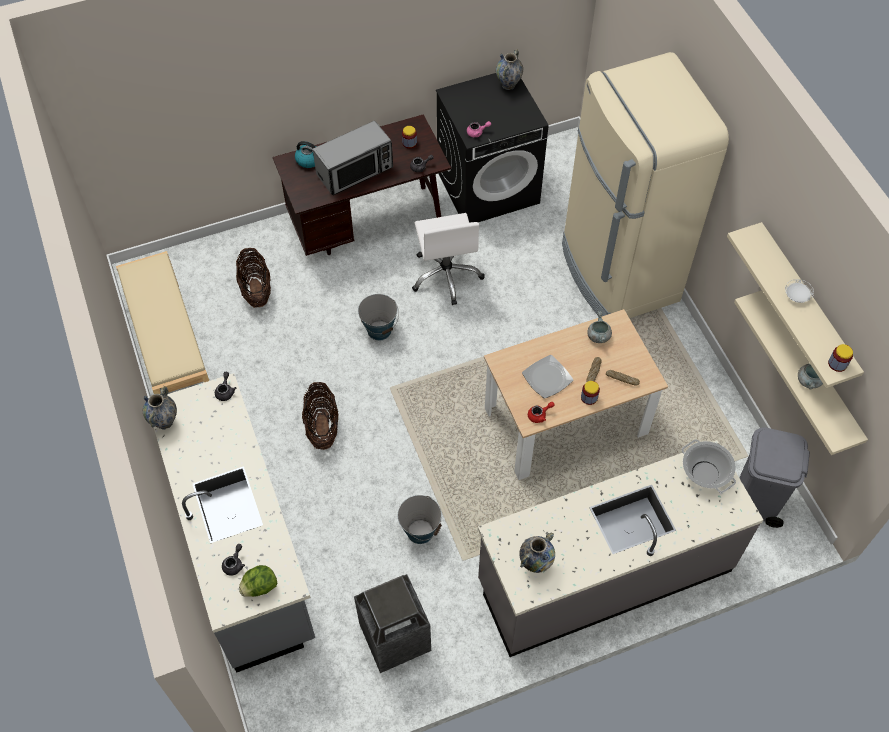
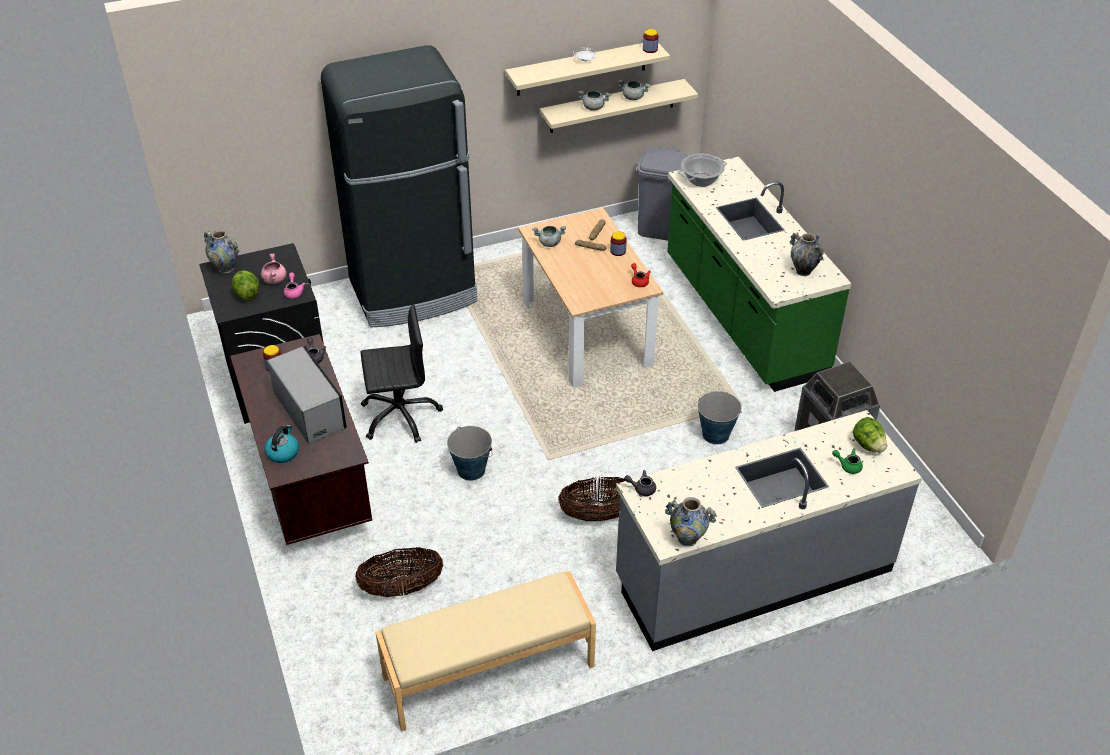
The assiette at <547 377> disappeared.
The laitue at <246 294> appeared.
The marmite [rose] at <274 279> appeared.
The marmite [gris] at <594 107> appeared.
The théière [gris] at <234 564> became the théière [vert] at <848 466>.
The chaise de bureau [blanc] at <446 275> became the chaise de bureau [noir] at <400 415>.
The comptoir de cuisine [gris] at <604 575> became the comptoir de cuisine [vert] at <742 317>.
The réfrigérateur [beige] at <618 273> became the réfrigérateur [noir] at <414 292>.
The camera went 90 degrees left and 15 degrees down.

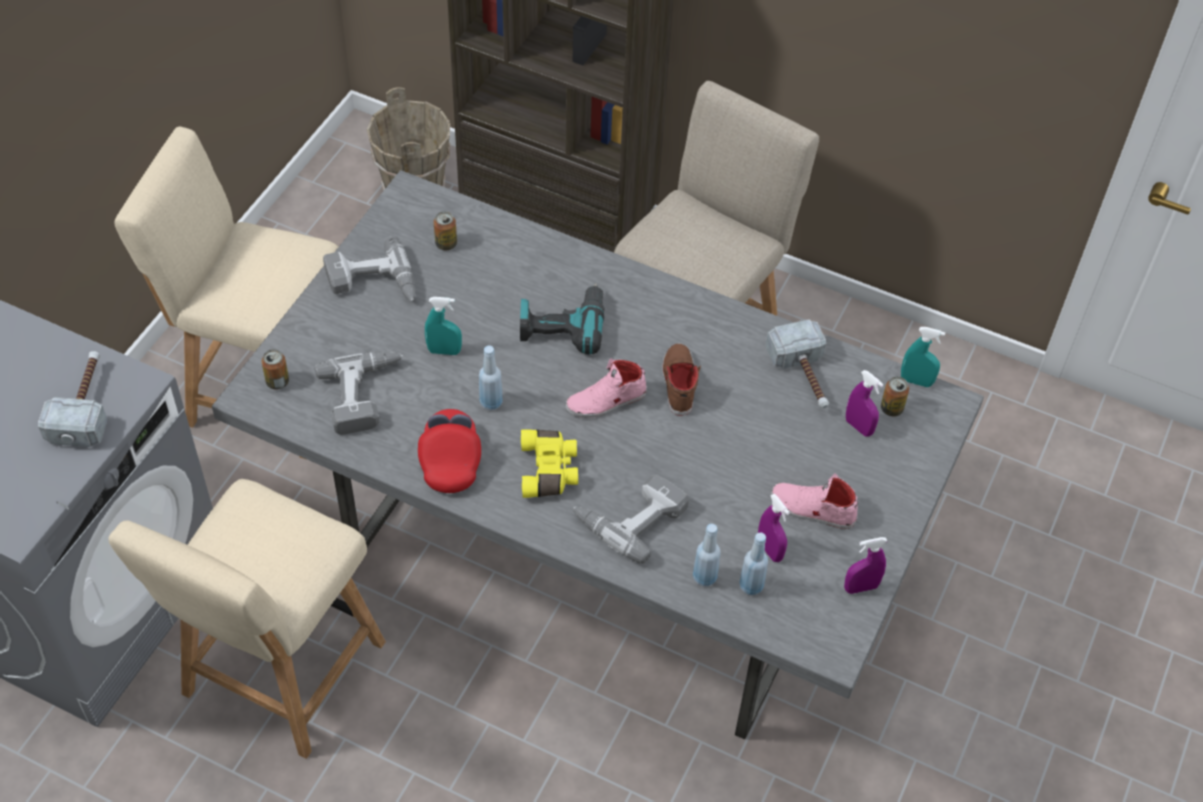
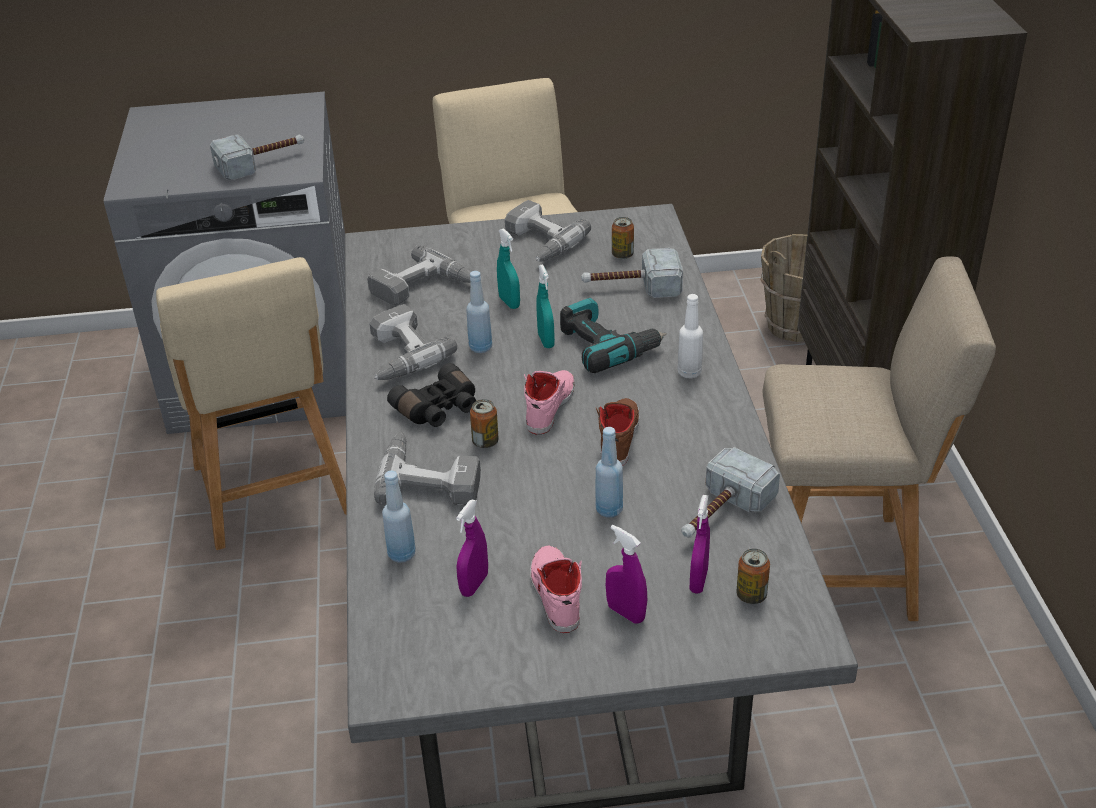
The marteau at <631 287> appeared.
The bouteille [blanc] at <689 372> appeared.
The boîte métallique moved from <277 382> to <485 442>.
The bouteille [bleu] moved from <751 585> to <609 509>.
The vaporisateur [violet] moved from <861 587> to <626 613>.
The vaporisateur [turquoise] moved from <916 381> to <546 340>.
The casquette [rouge] at <450 460> was replaced by the perceuse at <398 355>.
The jumelles [jaune] at <550 470> became the jumelles [noir] at <439 409>.
The chaise [beige] at <278 676> turned 105 degrees counterclockwise.
The chaussure [rose] at <606 401> turned 75 degrees clockwise.
The chaussure [marron] at <678 382> turned 45 degrees counterclockwise.
The camera went 60 degrees right and 15 degrees down.

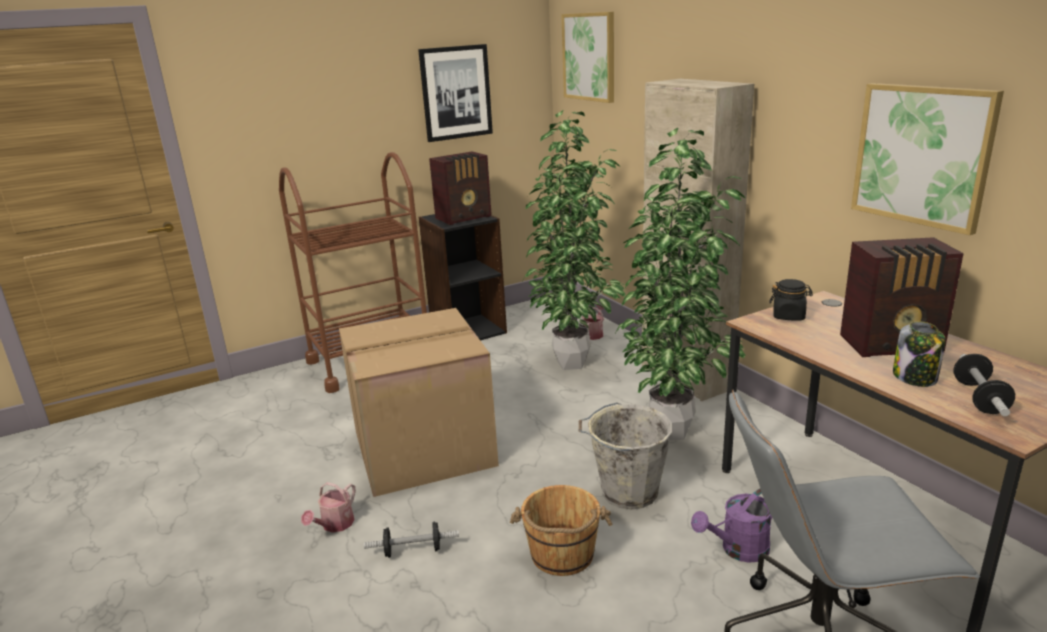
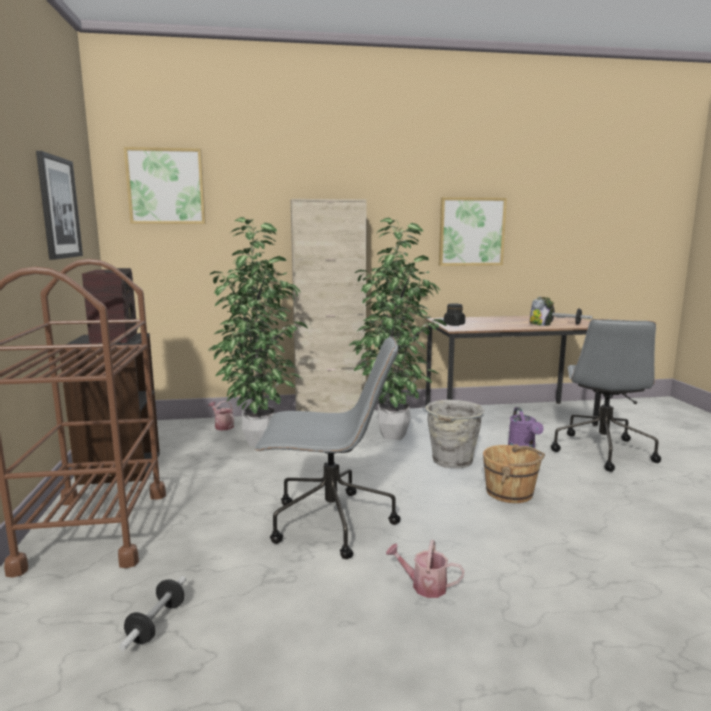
The radio at <893 345> disappeared.
The haltère moved from <413 550> to <156 623>.
The carton at <422 449> was replaced by the chaise de bureau [gris] at <329 523>.
The arrosoir at <334 525> turned 150 degrees clockwise.
The camera went 70 degrees left and 10 degrees down.

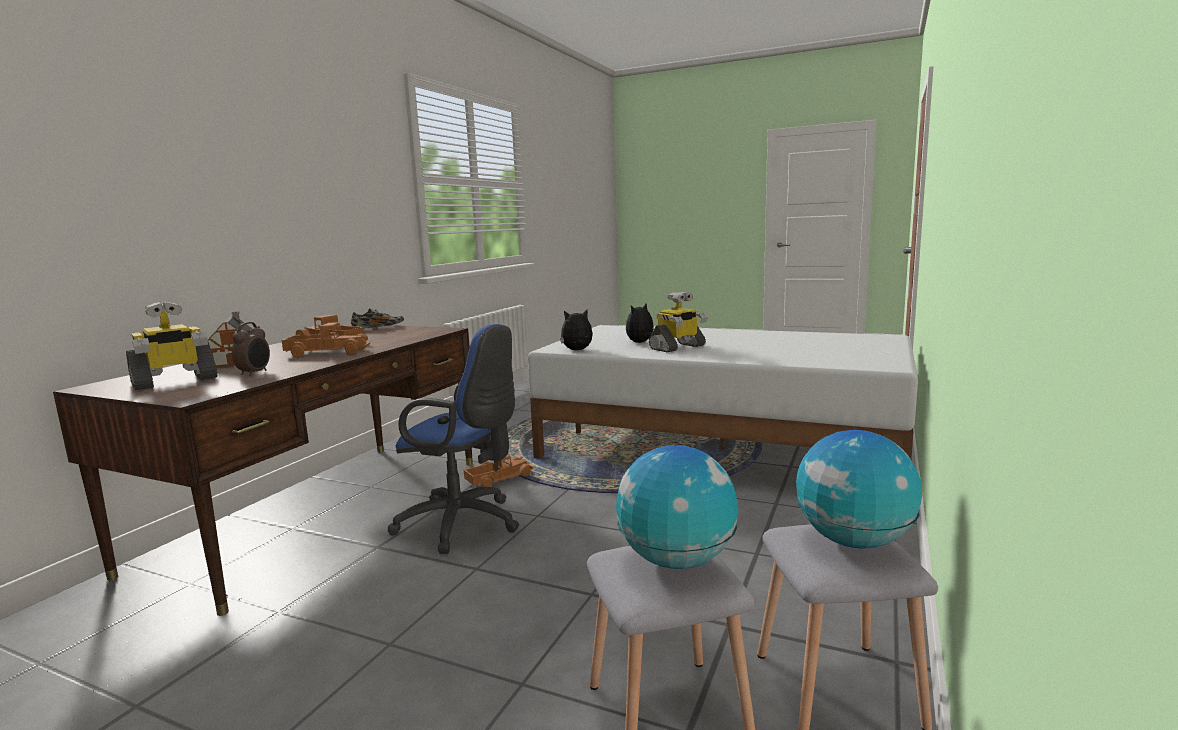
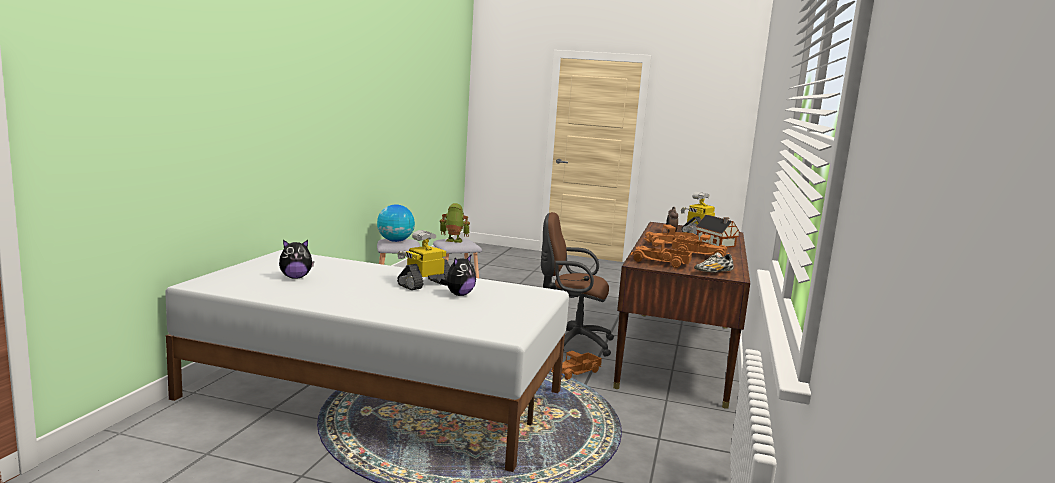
The camion jouet at <660 263> appeared.
The peluche moved from <577 350> to <295 277>.
The globe at <677 560> was replaced by the robot jouet at <453 241>.
The chaise de bureau [bleu] at <464 524> became the chaise de bureau [marron] at <571 342>.
The camera went 170 degrees right and 0 degrees up.

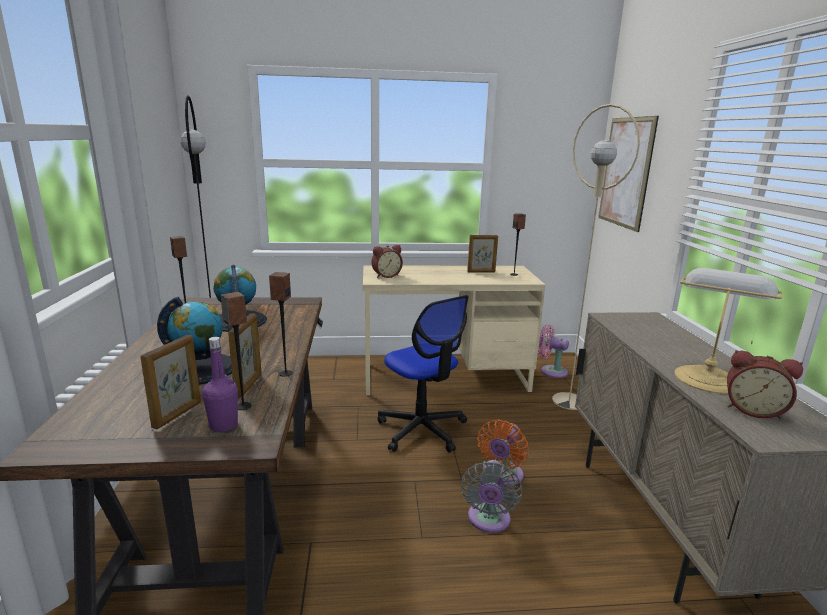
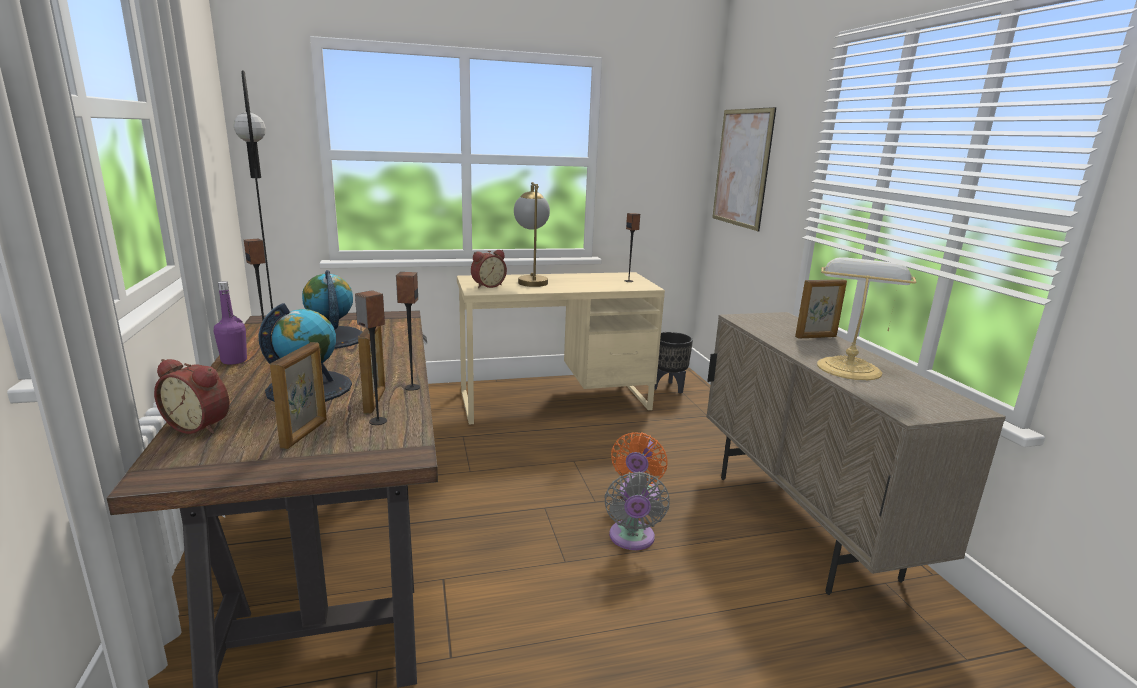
The chaise de bureau at <422 429> disappeared.
The lampadaire [beige] at <568 401> disappeared.
The lampe de table at <531 280> appeared.
The bouteille [violet] moved from <223 425> to <234 361>.
The cadre photo moved from <481 272> to <816 337>.
The réveil moved from <753 409> to <200 425>.
The ventilateur [rose] at <551 371> was replaced by the cache-pot [noir] at <668 388>.
The camera went 10 degrees left and 0 degrees up.

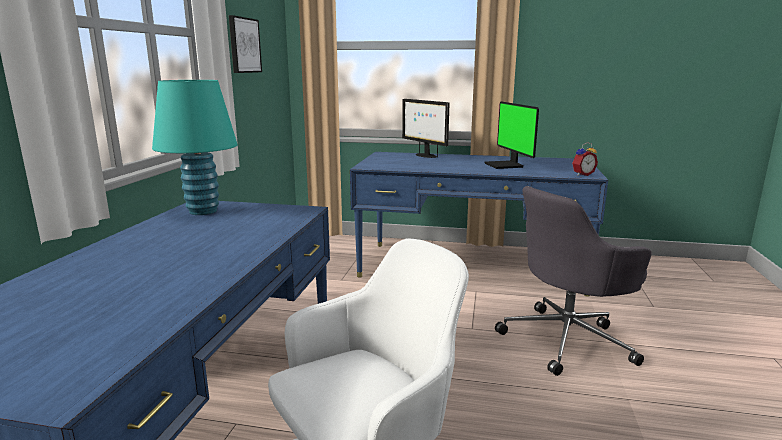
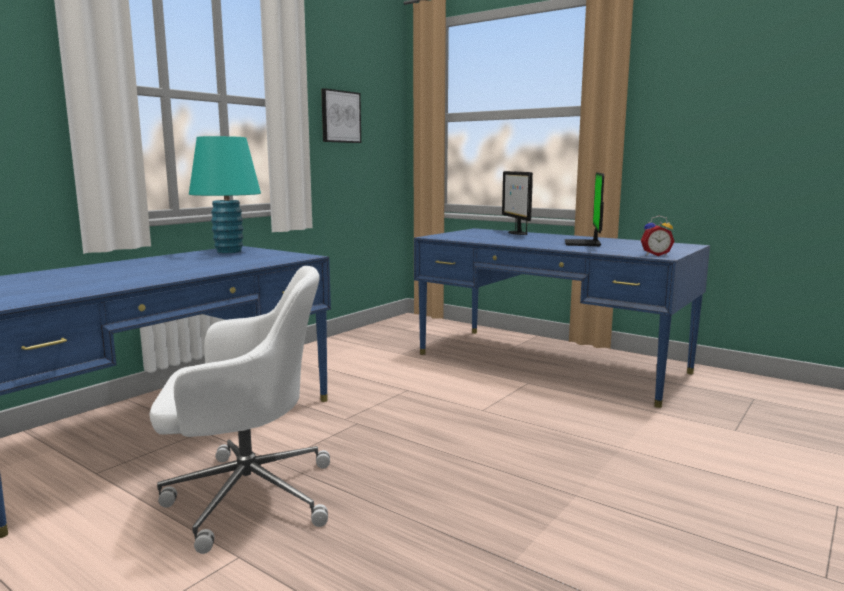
The chaise de bureau [gris] at <567 340> disappeared.
The camera went 25 degrees right and 5 degrees down.

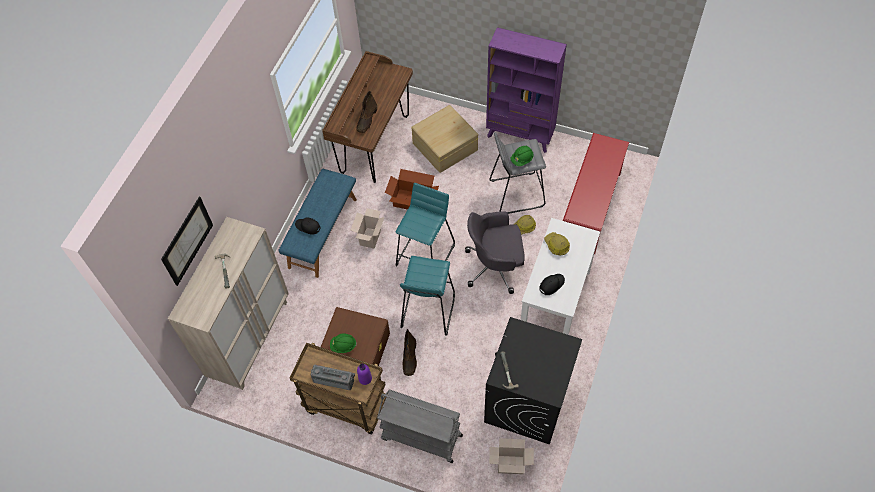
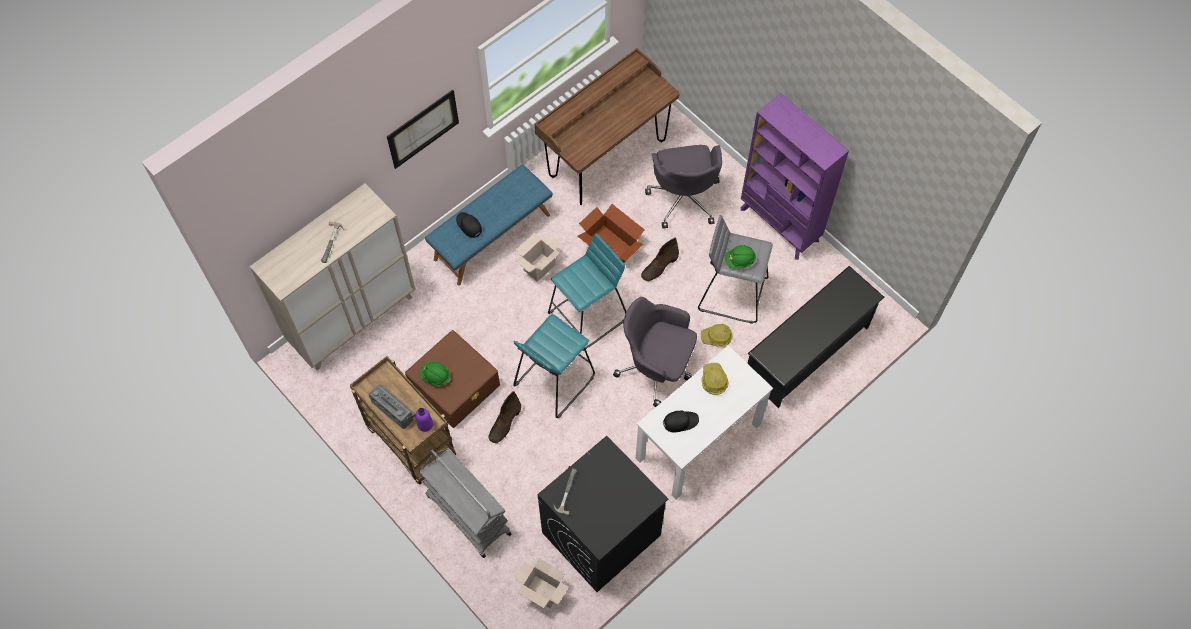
The tableau moved from <187 241> to <423 129>.
The botte [marron] moved from <367 120> to <659 266>.
The boîte de rangement [beige] at <444 146> was replaced by the chaise de bureau [gris] at <684 198>.
The étagère à chaussures [rouge] at <590 208> became the étagère à chaussures [noir] at <807 352>.
The camera went 25 degrees right and 5 degrees up.

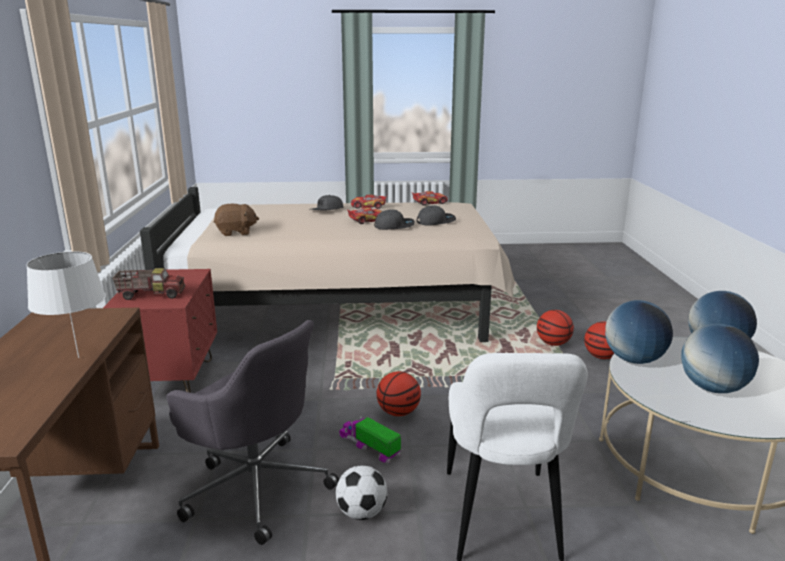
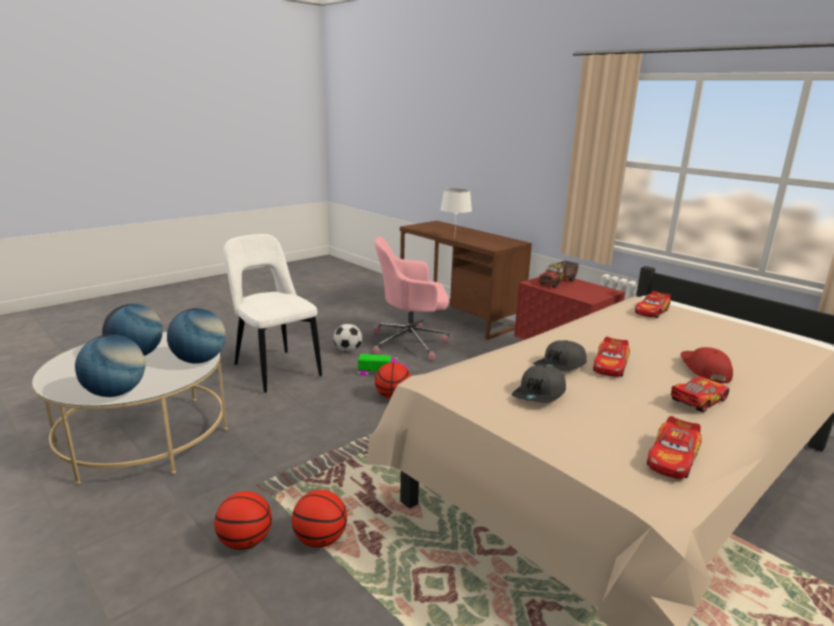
The peluche [marron] at <236 232> was replaced by the petite voiture at <652 311>.
The chaise de bureau [gris] at <256 486> became the chaise de bureau [rose] at <411 343>.
The casquette [gris] at <327 210> became the casquette [rouge] at <704 370>.
The camera went 140 degrees right and 0 degrees up.

